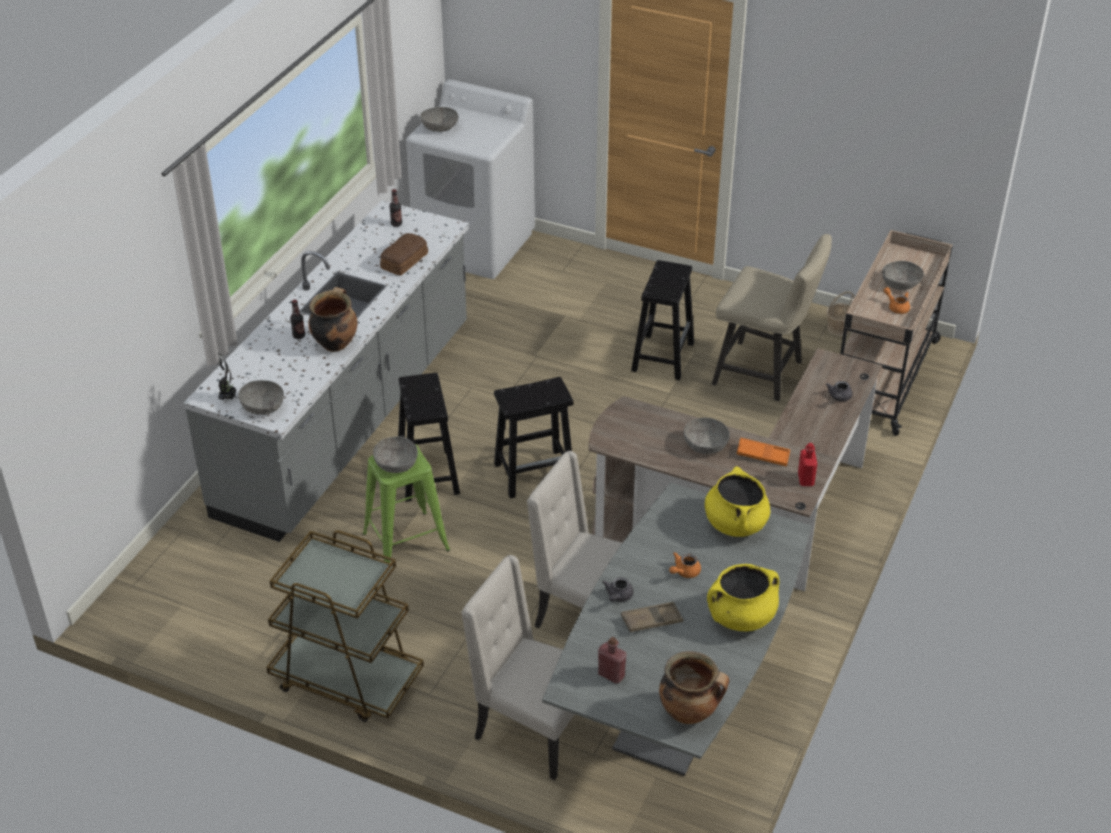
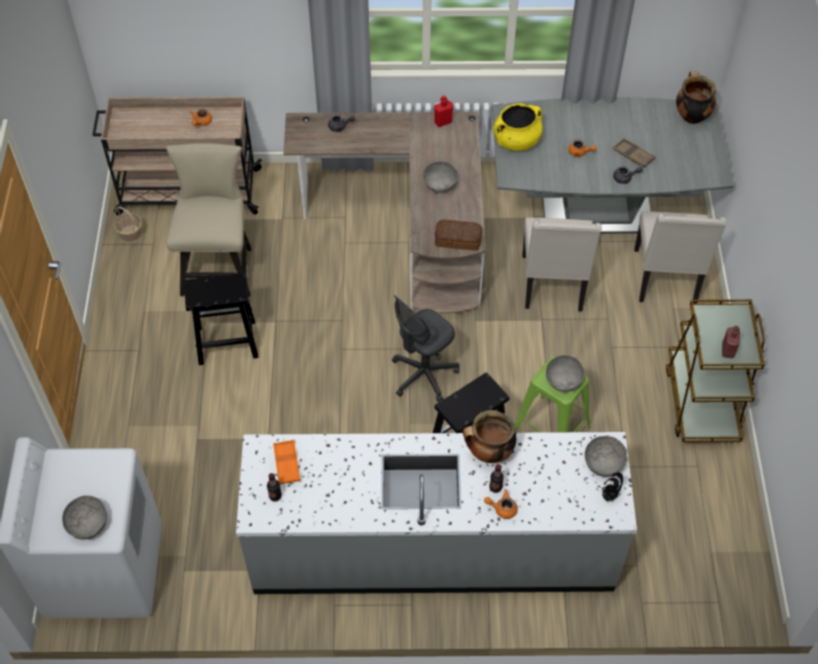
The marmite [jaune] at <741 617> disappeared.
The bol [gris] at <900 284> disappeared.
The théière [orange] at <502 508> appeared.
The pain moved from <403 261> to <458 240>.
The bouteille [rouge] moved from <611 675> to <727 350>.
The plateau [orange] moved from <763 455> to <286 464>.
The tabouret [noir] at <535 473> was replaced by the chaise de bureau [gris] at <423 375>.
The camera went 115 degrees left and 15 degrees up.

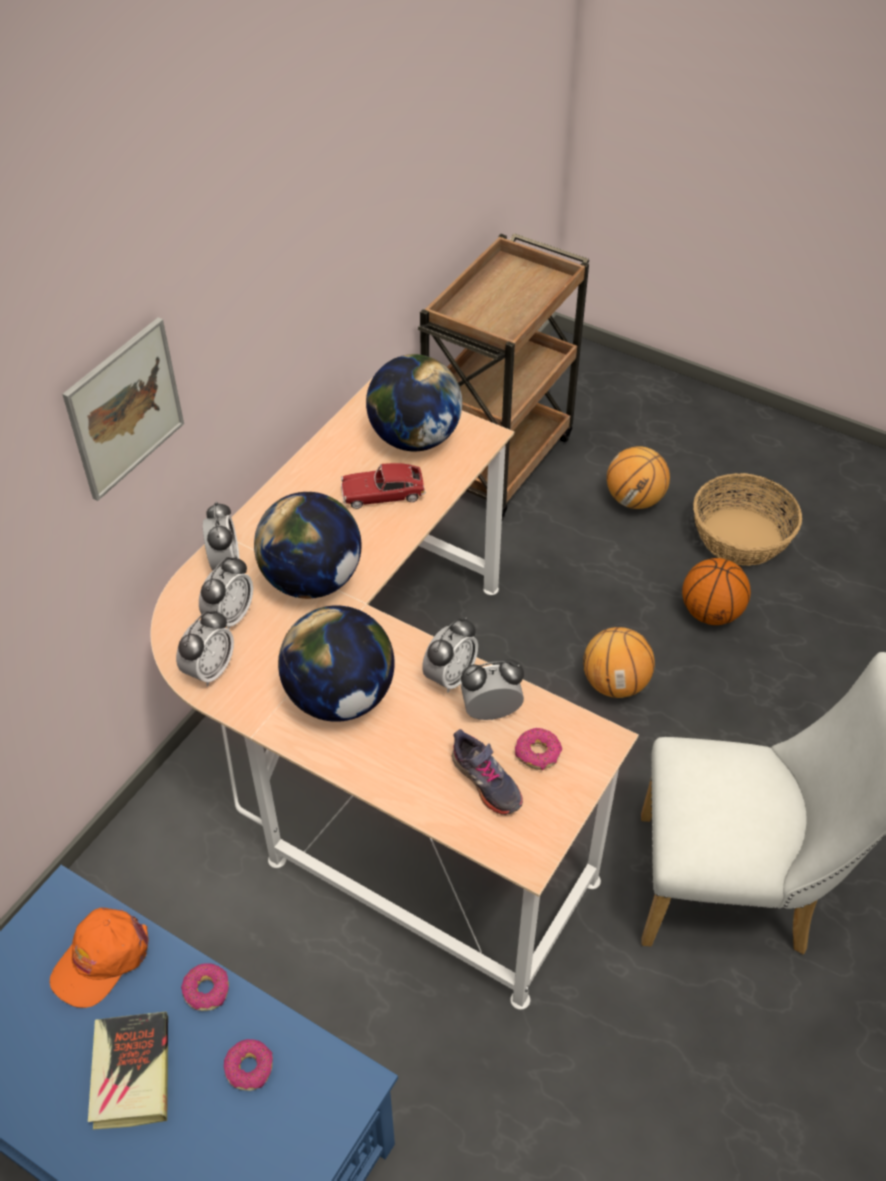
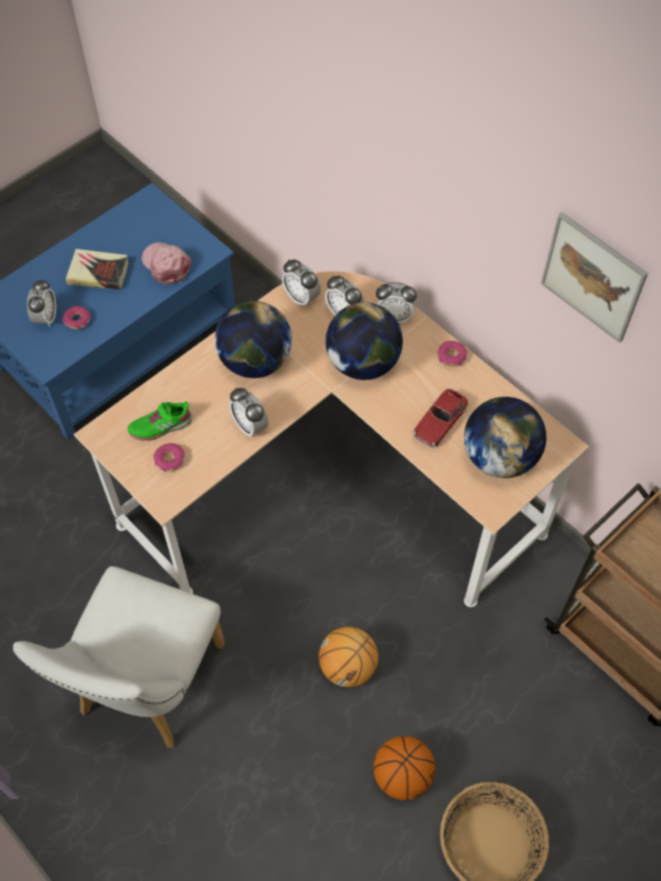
The ballon de basket at <635 500> disappeared.
The tableau moved from <124 408> to <593 277>.
The beignet moved from <207 990> to <451 357>.
The réveil moved from <491 712> to <46 318>.
The casquette [orange] at <101 959> became the casquette [rose] at <166 265>.
The chaussure [gris] at <485 782> became the chaussure [vert] at <160 426>.
The petite voiture at <383 494> turned 150 degrees counterclockwise.
The camera went 105 degrees right and 10 degrees up.

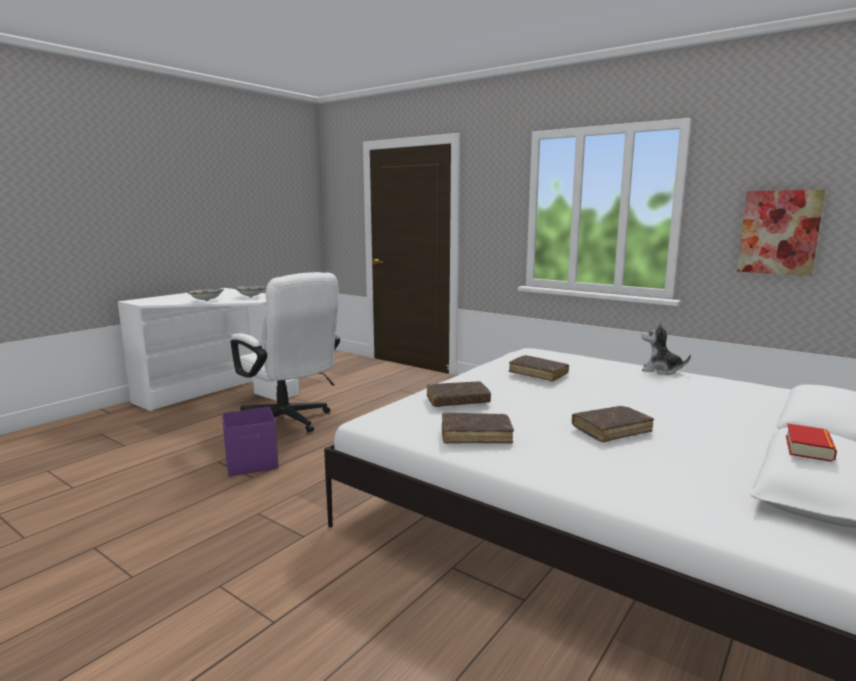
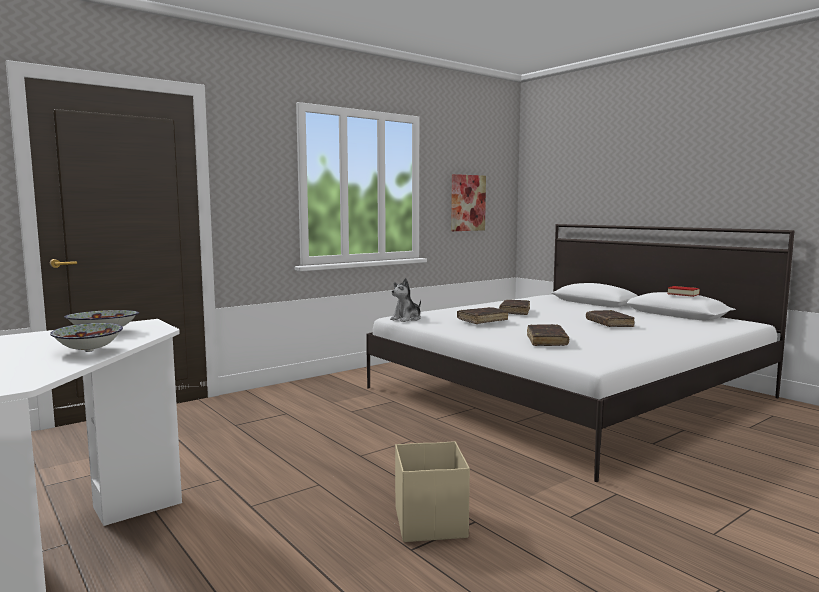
The chaise de bureau [blanc] at <289 422> disappeared.
The livre [marron] moved from <476 435> to <514 312>.
The peluche moved from <661 370> to <407 319>.
The boîte de rangement [violet] at <252 463> became the boîte de rangement [beige] at <430 522>.
The camera went 75 degrees left and 5 degrees down.

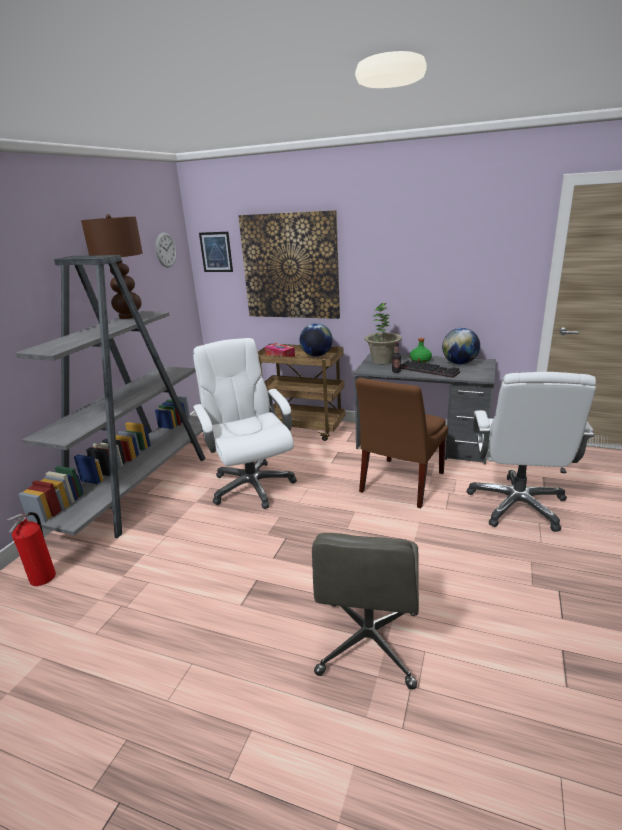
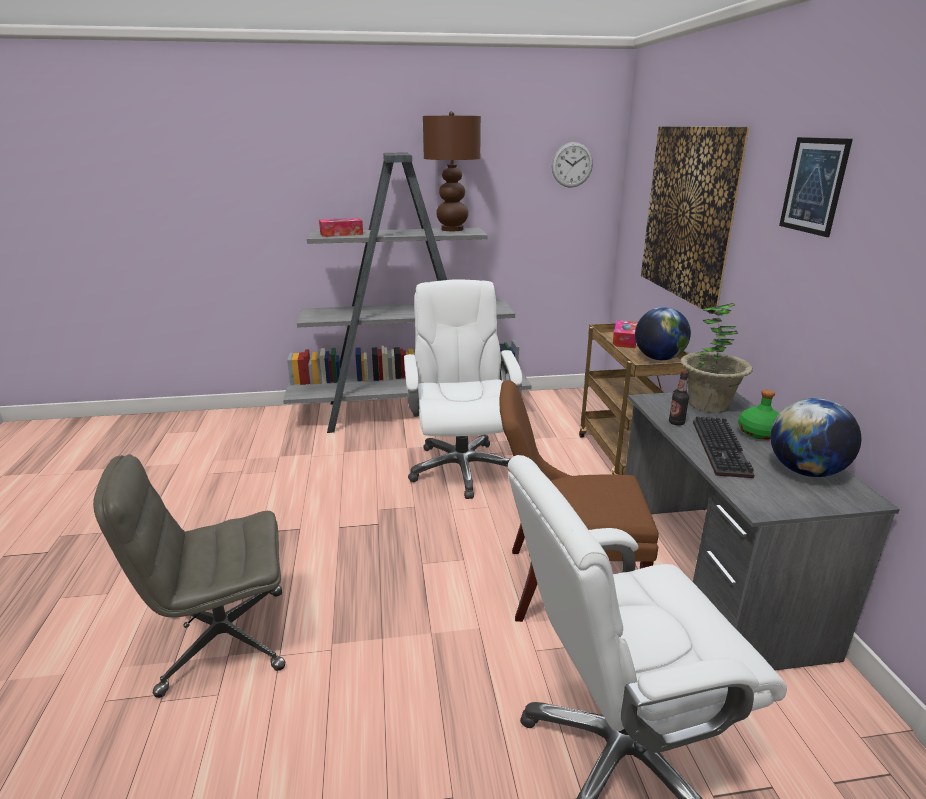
The extincteur at <43 577> disappeared.
The boîte à mouchoirs at <341 234> appeared.
The tableau moved from <216 252> to <813 185>.
The chaise de bureau [blanc] at <251 485> turned 45 degrees counterclockwise.
The camera went 60 degrees right and 0 degrees up.

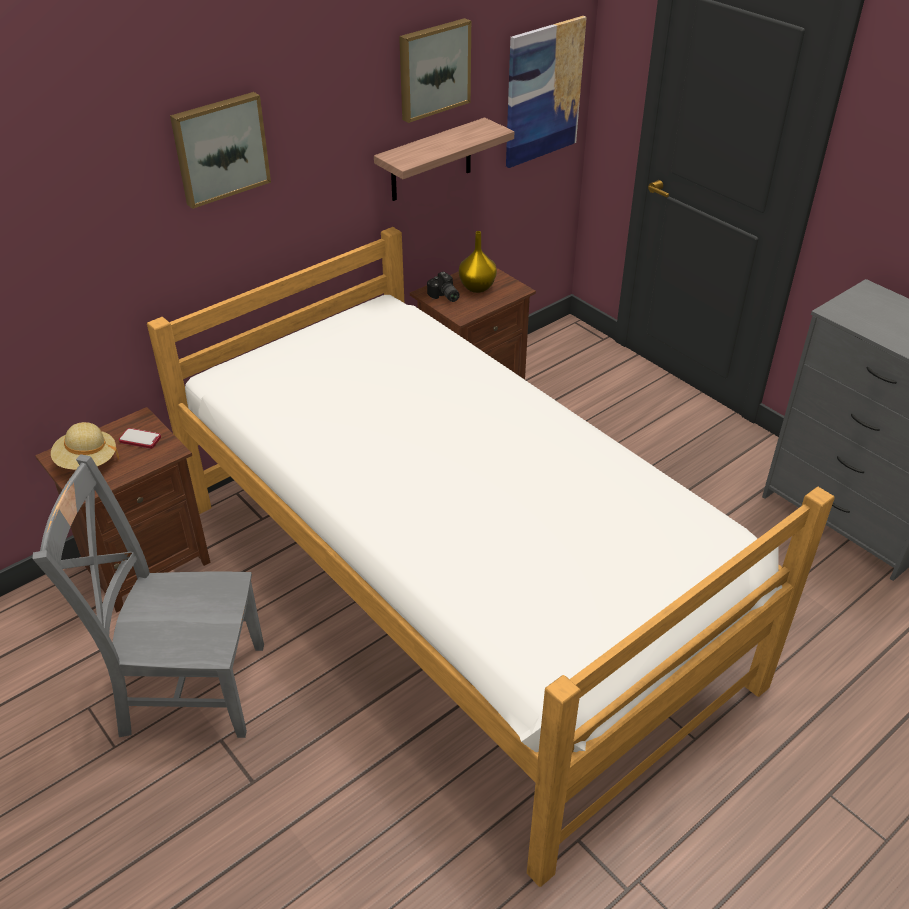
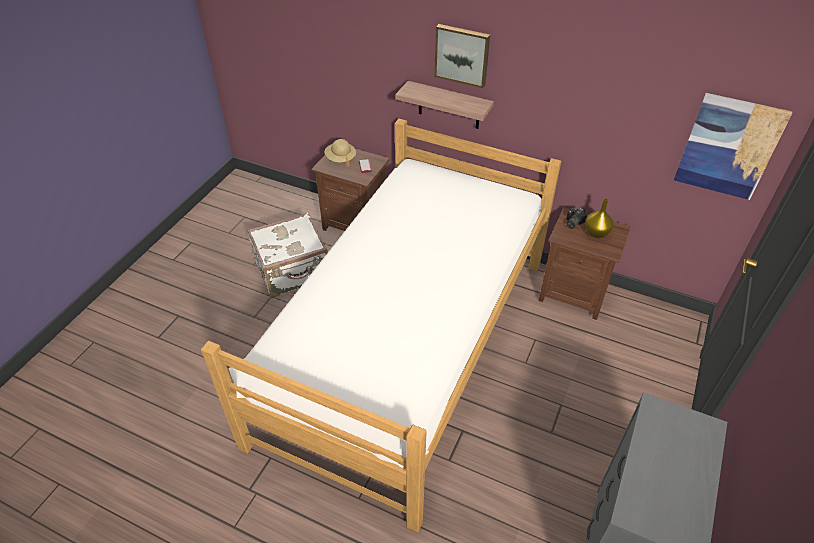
The tableau at <433 69> disappeared.
The étagère moved from <431 161> to <449 105>.
The chaise [gris] at <187 687> was replaced by the valise [blanc] at <293 272>.
The camera went 65 degrees right and 5 degrees up.

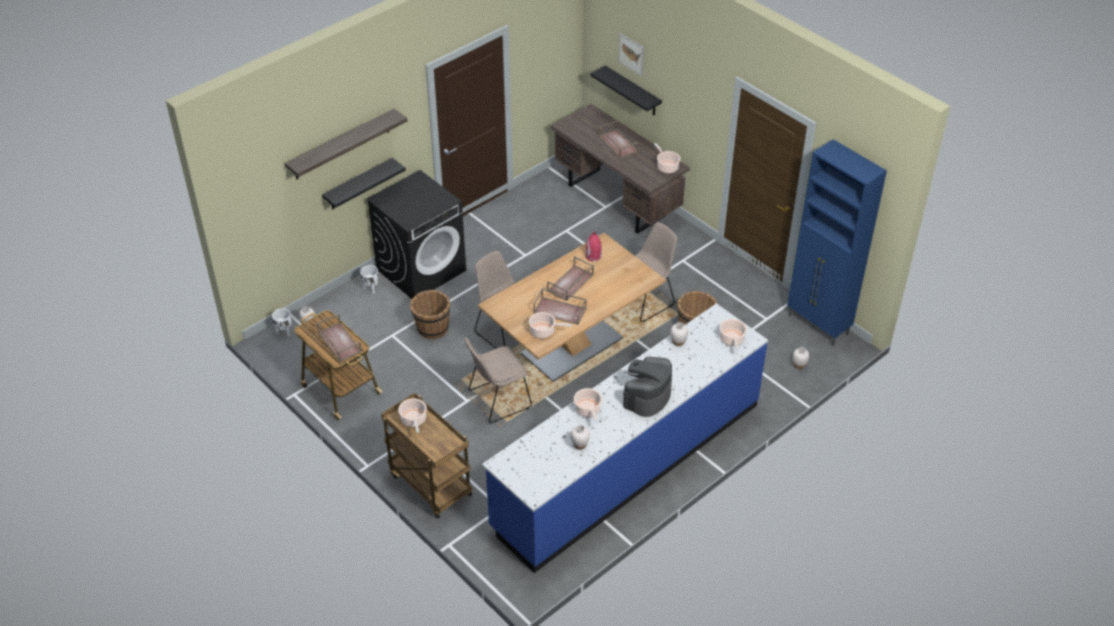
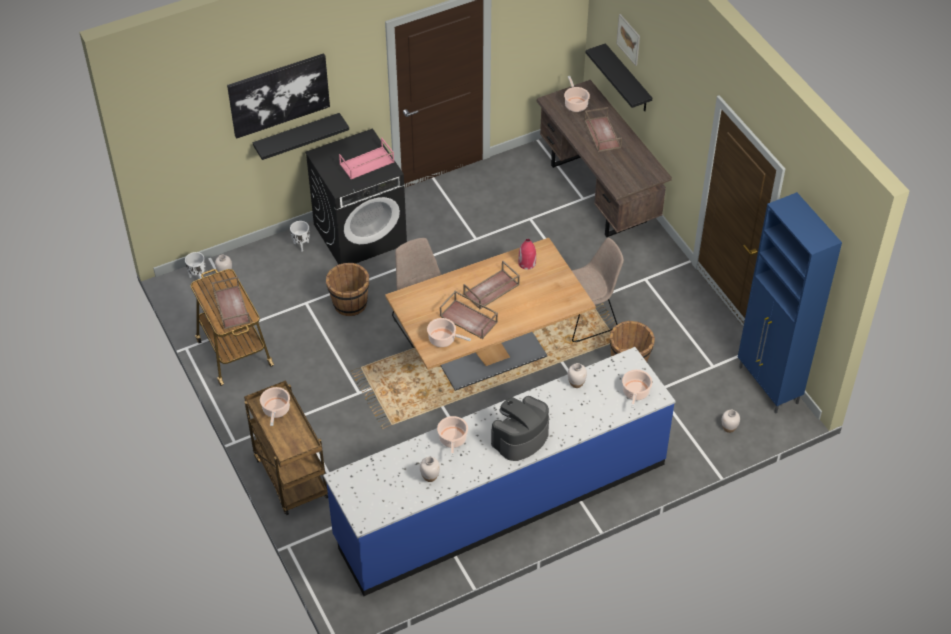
The chaise [beige] at <497 400> disappeared.
The plateau [rose] at <366 163> appeared.
The marmite moved from <667 167> to <575 104>.
The étagère at <342 145> was replaced by the tableau at <279 94>.
The camera went 15 degrees right and 5 degrees up.

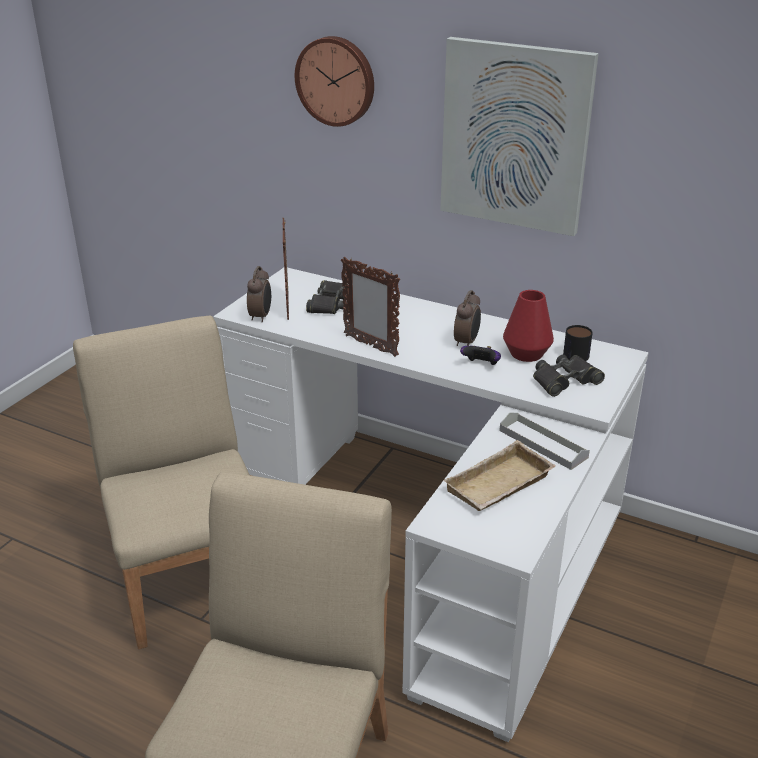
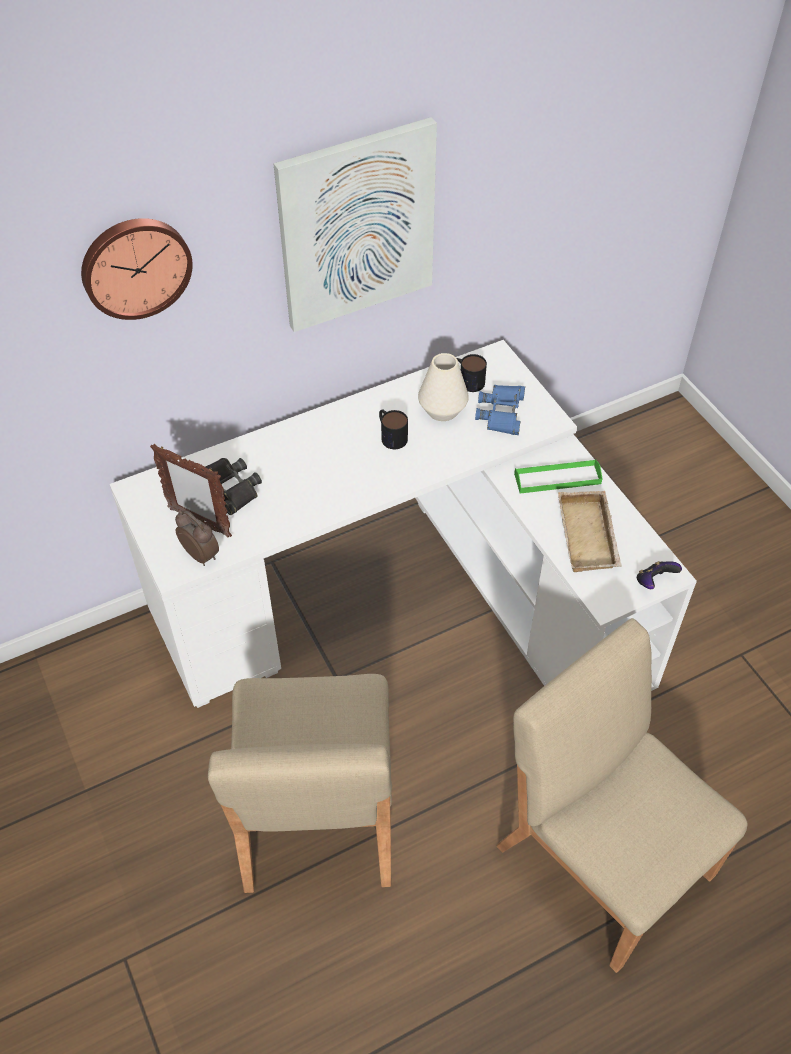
The cadre photo at <370 346> disappeared.
The manette moved from <481 365> to <654 582>.
The réveil at <467 342> was replaced by the mug at <390 435>.
The plateau [gris] at <543 444> became the plateau [vert] at <557 479>.
The vase [rouge] at <526 354> became the vase [blanc] at <442 410>.
The jumelles [noir] at <564 380> became the jumelles [bleu] at <501 413>.
The chaise [beige] at <191 575> turned 105 degrees counterclockwise.
The camera went 55 degrees left and 20 degrees up.

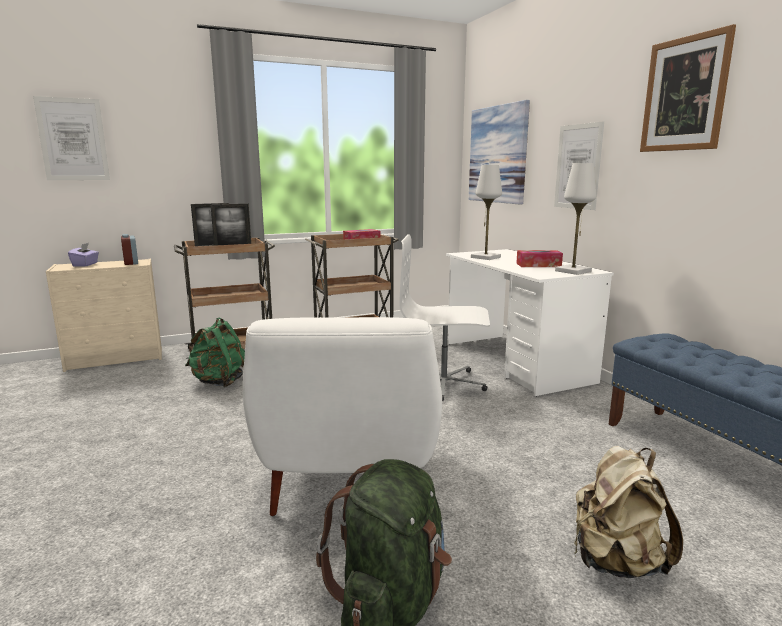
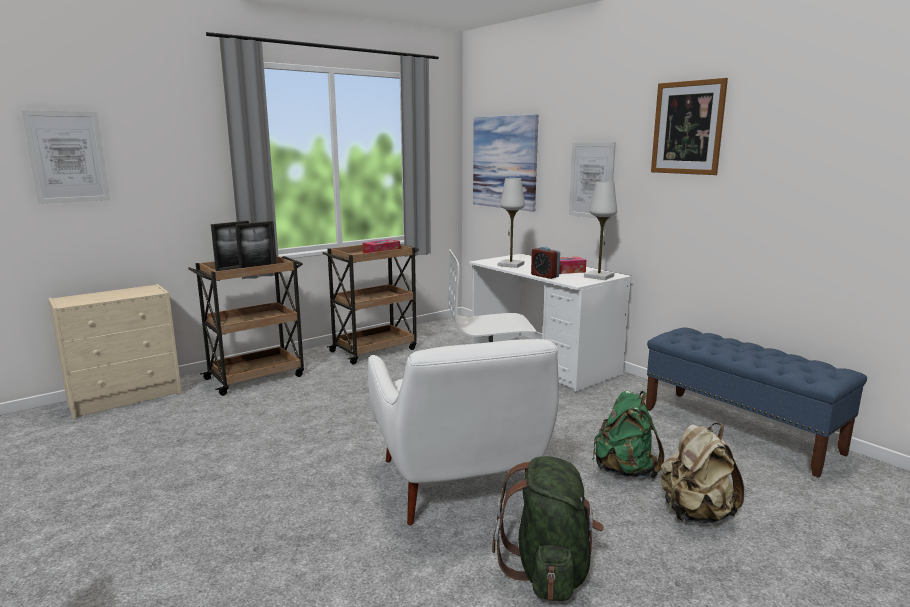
The boîte à mouchoirs [violet] at <85 264> disappeared.
The réveil moved from <131 263> to <544 276>.
The sac à dos [vert] moved from <219 382> to <625 471>.
The camera went 15 degrees left and 0 degrees up.

